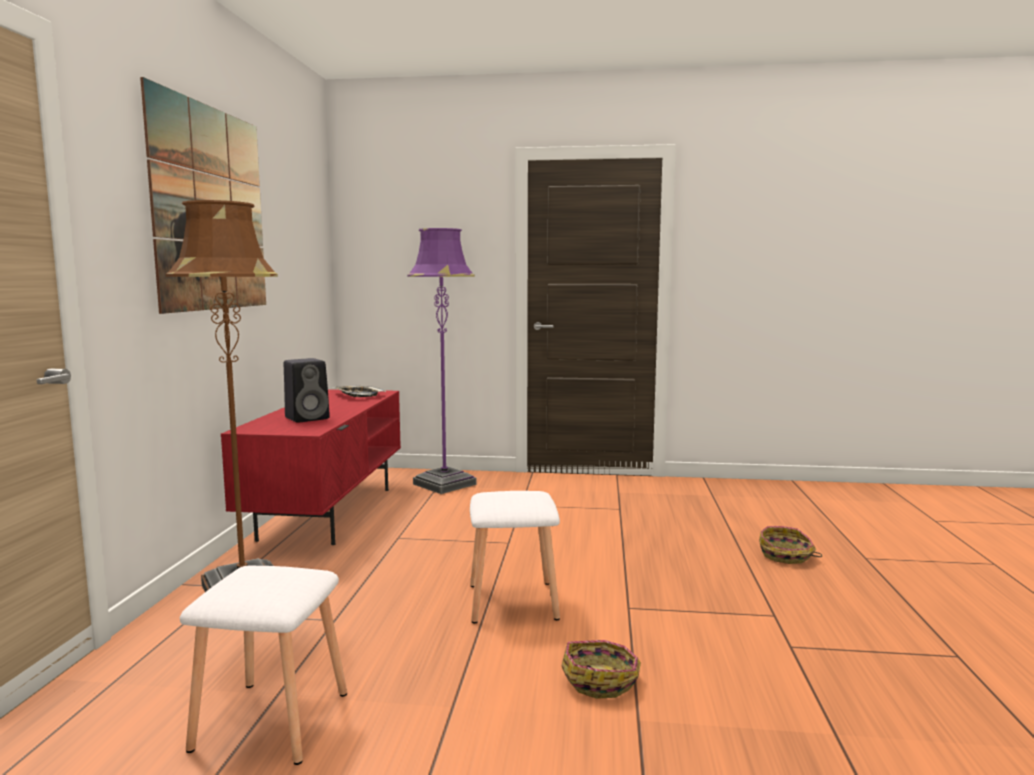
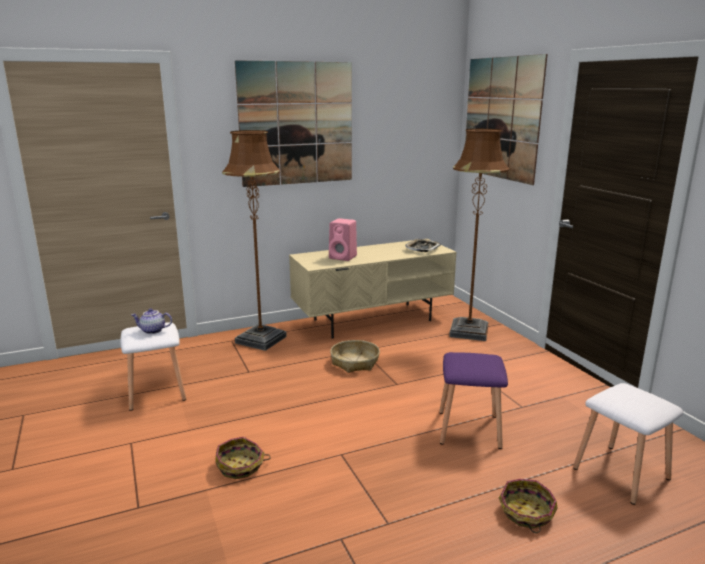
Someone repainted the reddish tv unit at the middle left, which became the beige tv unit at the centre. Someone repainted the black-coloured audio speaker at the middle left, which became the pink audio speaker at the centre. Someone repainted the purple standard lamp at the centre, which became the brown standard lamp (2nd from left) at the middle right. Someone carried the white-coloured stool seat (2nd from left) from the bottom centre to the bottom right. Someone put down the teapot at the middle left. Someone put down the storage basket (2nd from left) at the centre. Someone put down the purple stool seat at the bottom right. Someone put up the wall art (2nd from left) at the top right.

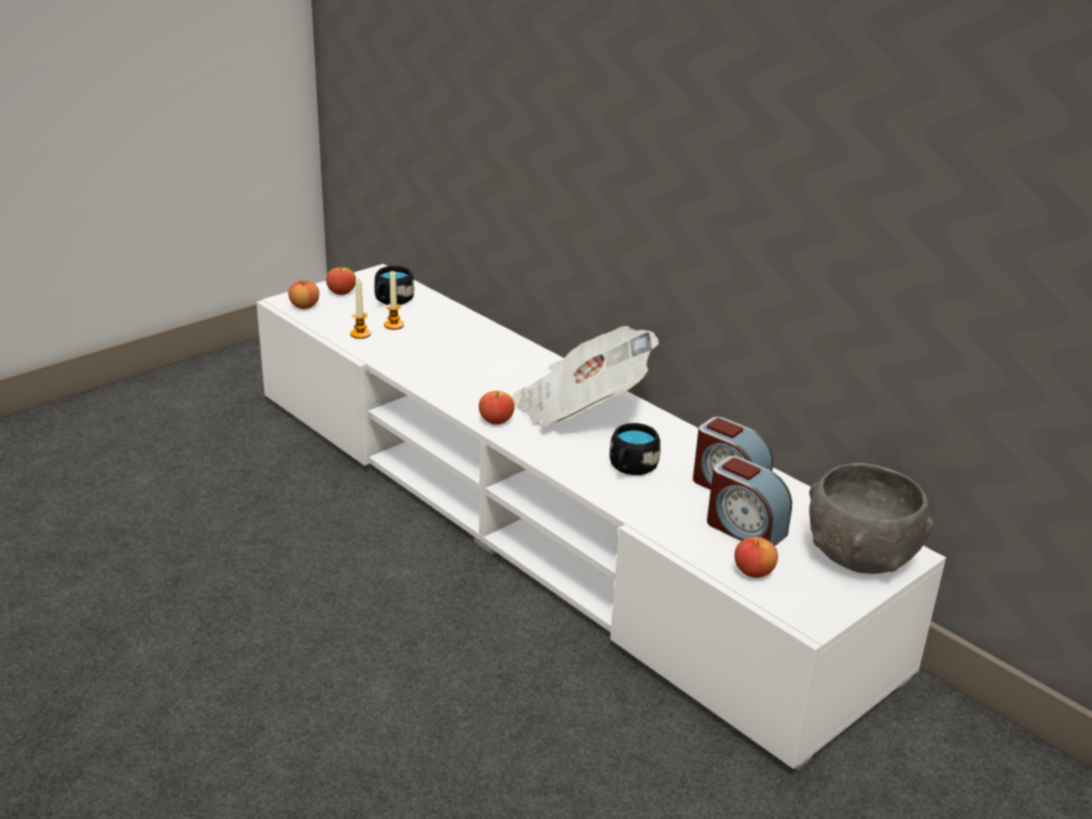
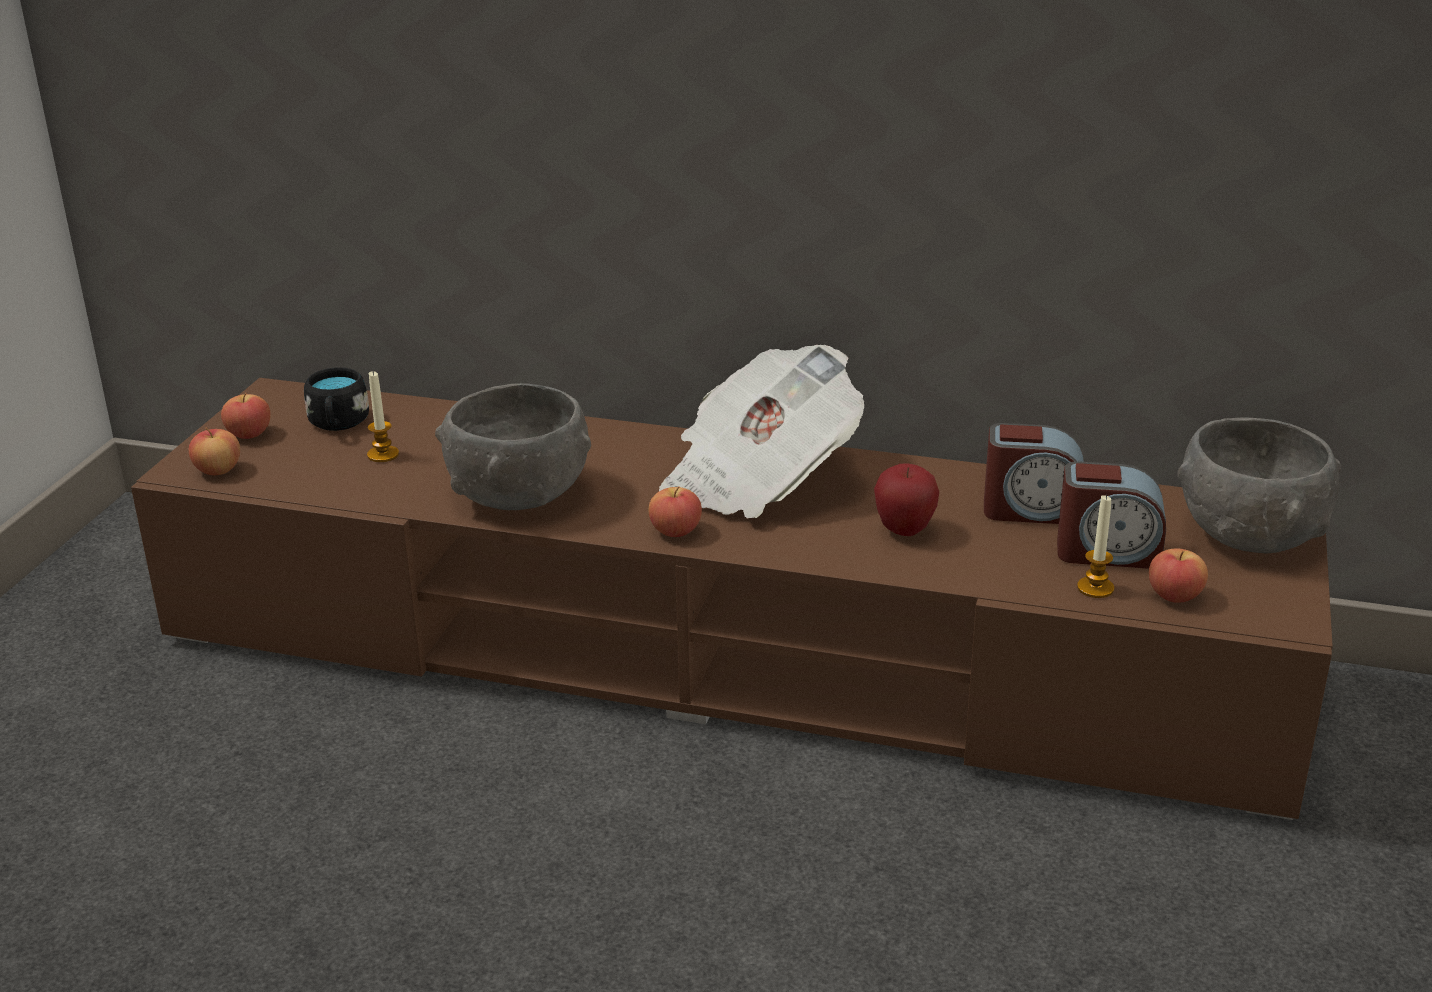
Someone repainted the white-coloured tv unit at the centre, which became the brown tv unit at the centre. Someone carried the wax light (1st from left in the first image) from the middle left to the middle right. Someone swapped the black-coloured coffee mug (2nd from left) at the centre for the apple fruit (4th from left) at the centre. Someone put down the gray serving bowl (1st from left) at the centre.

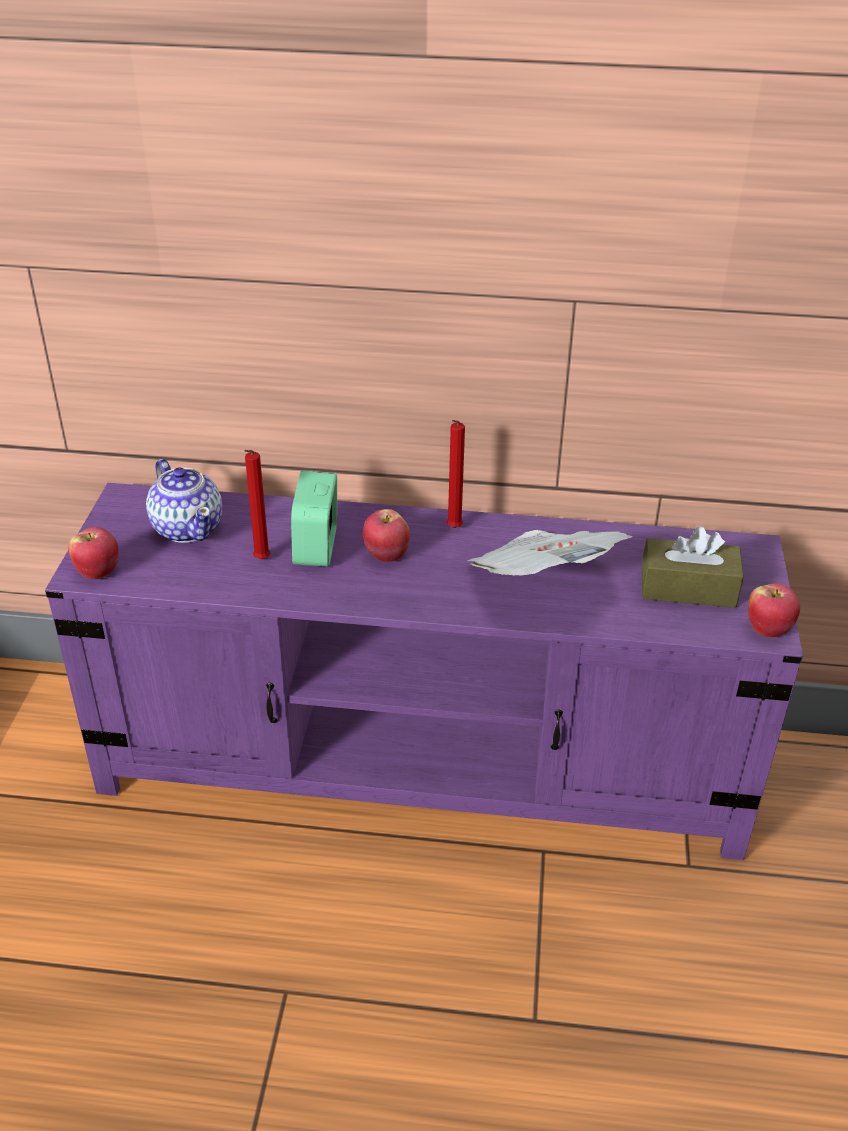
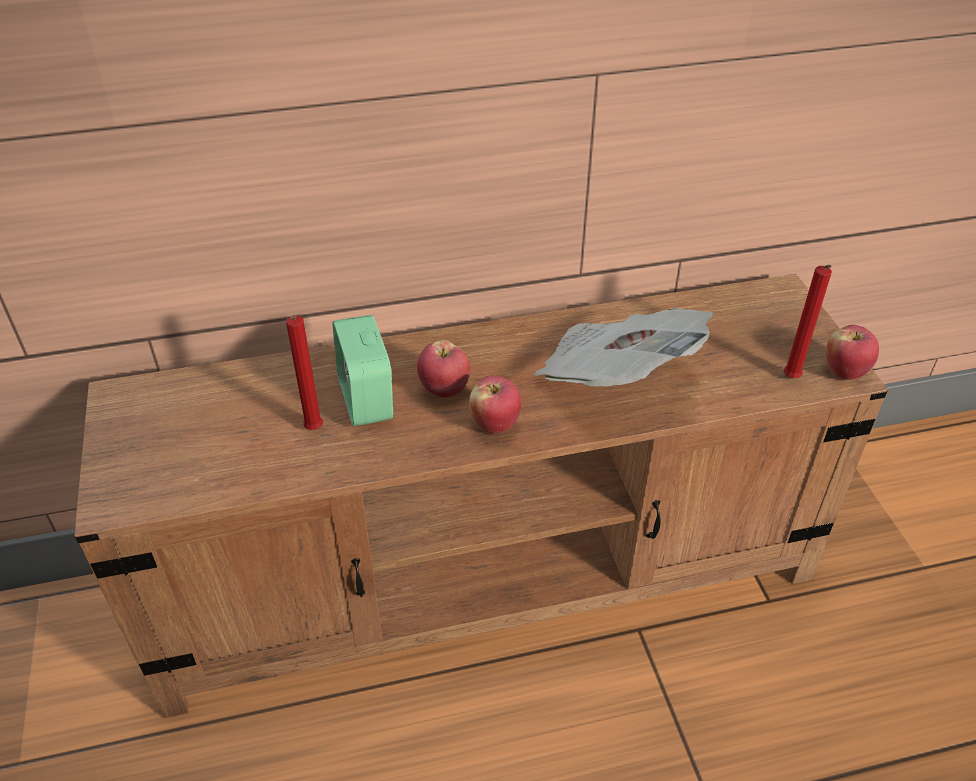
Someone repainted the purple tv unit at the centre, which became the brown tv unit at the centre. Someone carried the apple fruit (1st from left in the first image) from the middle left to the centre. Someone took away the teapot at the middle left. Someone carried the reddish wax light (2nd from left) from the centre to the middle right. Someone took away the brown tissue holder at the middle right.

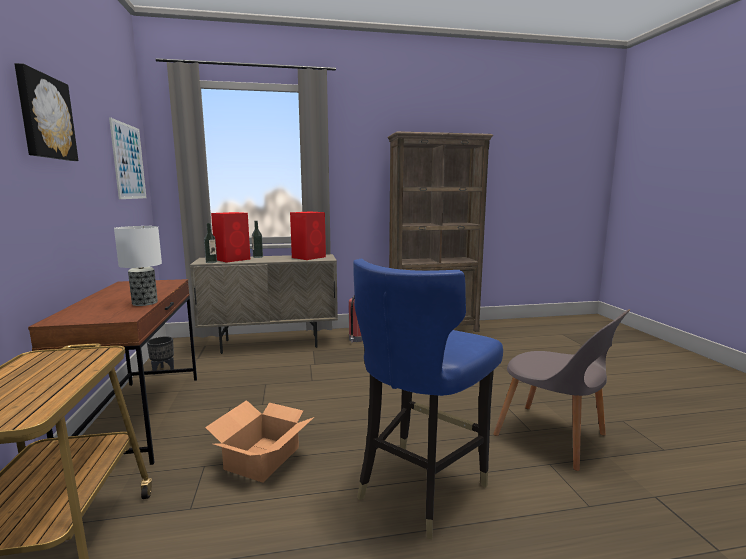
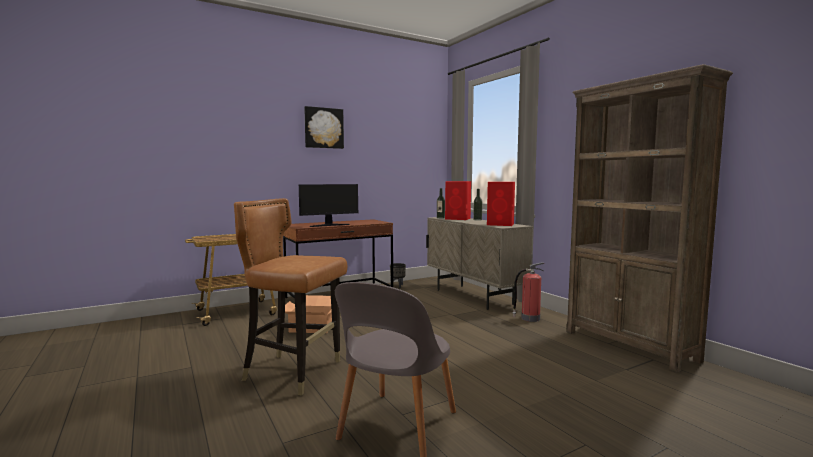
Someone took away the wall art (2nd from left) at the top left. Someone swapped the lamp for a table at the middle left for the computer screen at the centre. Someone repainted the blue upright chair at the bottom centre, which became the brown upright chair at the centre.

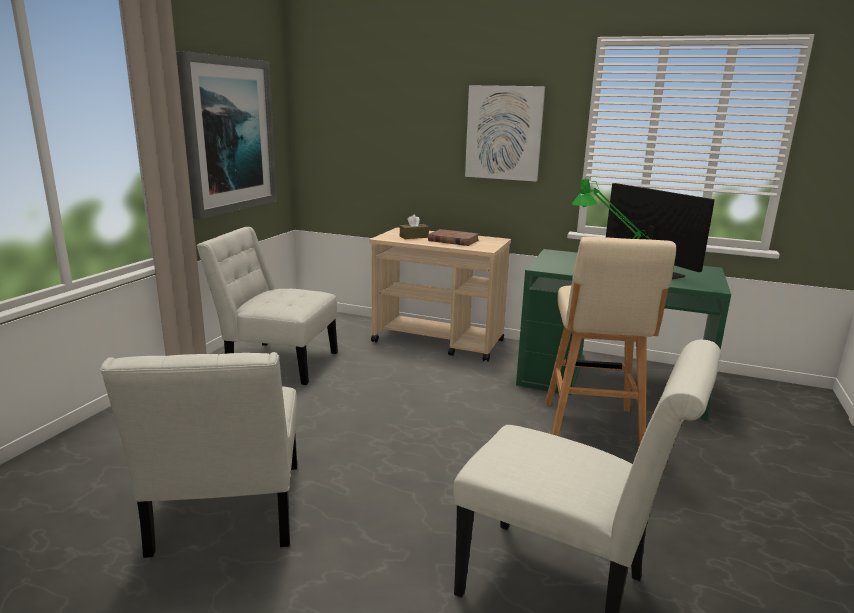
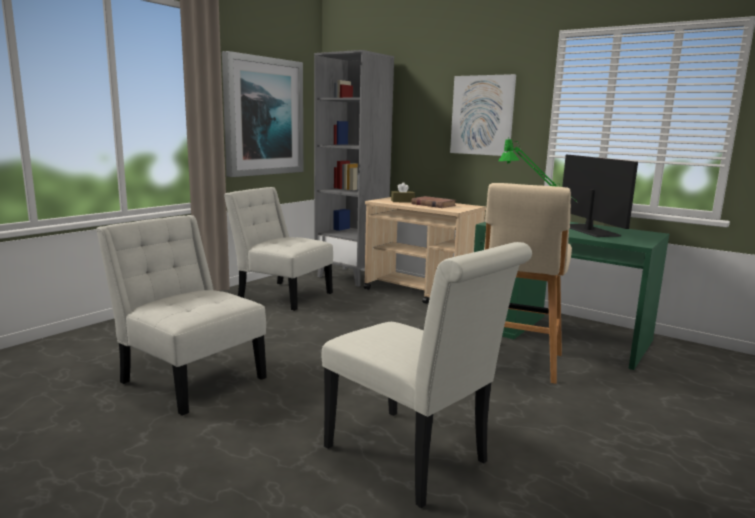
Someone rotated the white-coloured upright chair (1st from left) at the bottom left by 120 degrees clockwise. Someone put down the gray bookcase at the top centre.

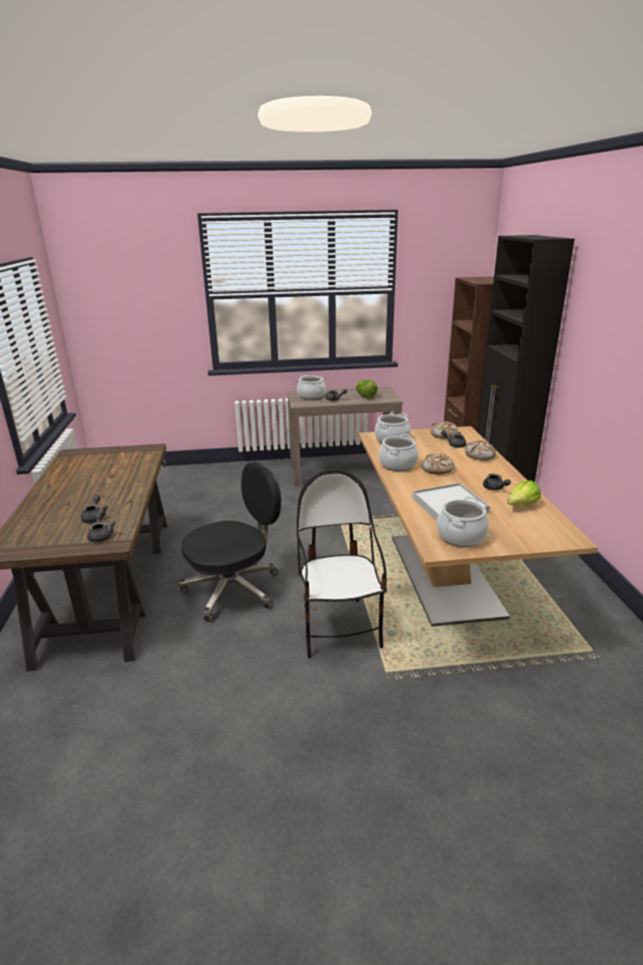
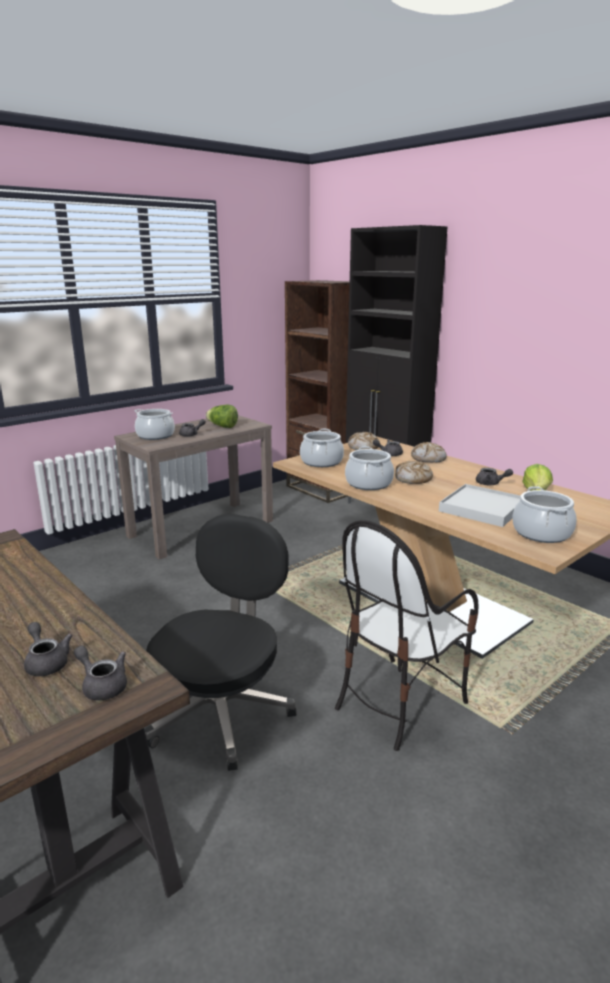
Someone rotated the upright chair at the centre by 90 degrees counterclockwise.

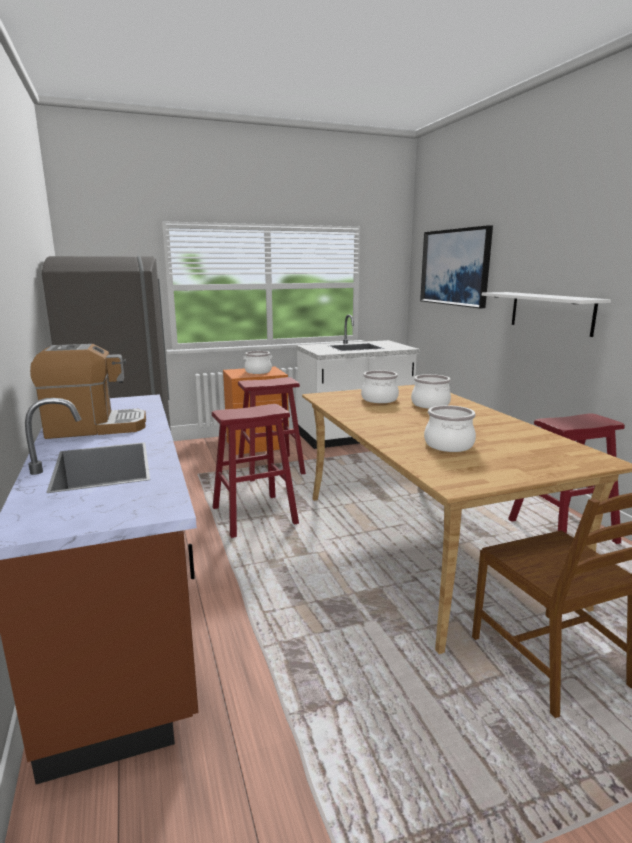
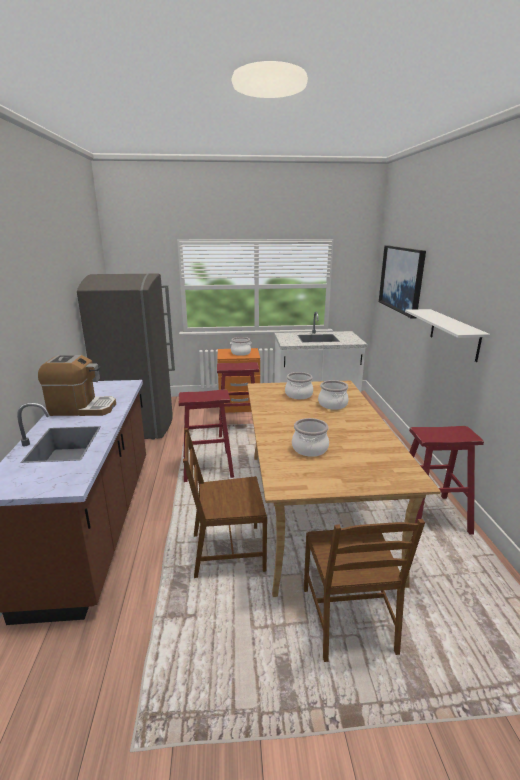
Someone put down the brown upright chair (1st from left) at the centre.

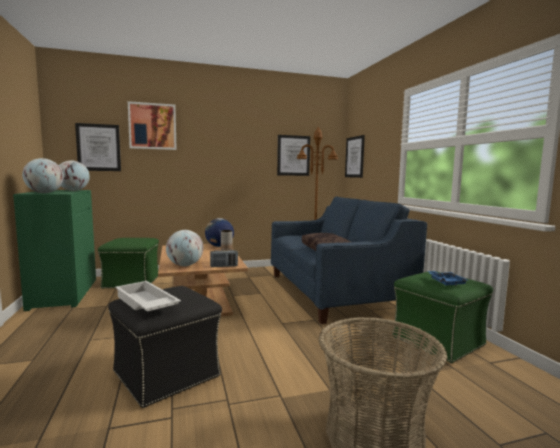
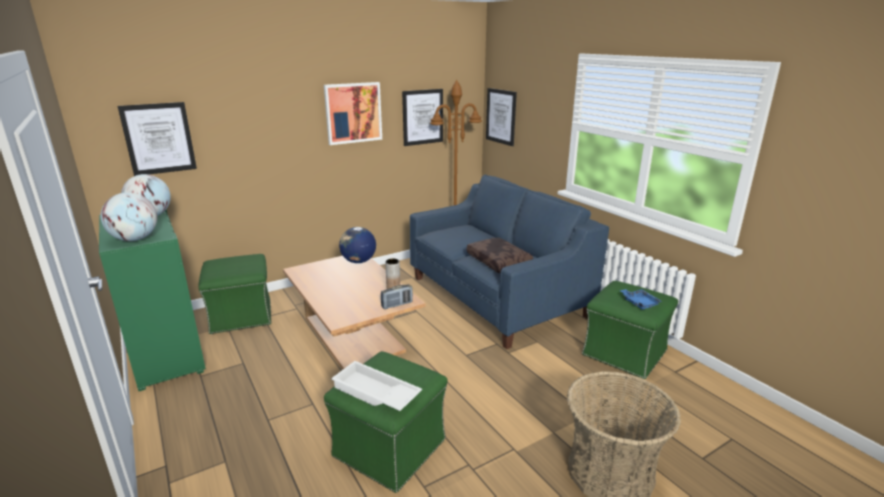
Someone repainted the black-coloured footrest at the bottom left, which became the green-coloured footrest (2nd from left) at the bottom centre. Someone carried the wall art (2nd from left) from the top left to the top centre. Someone took away the globe (3rd from left) at the middle left.

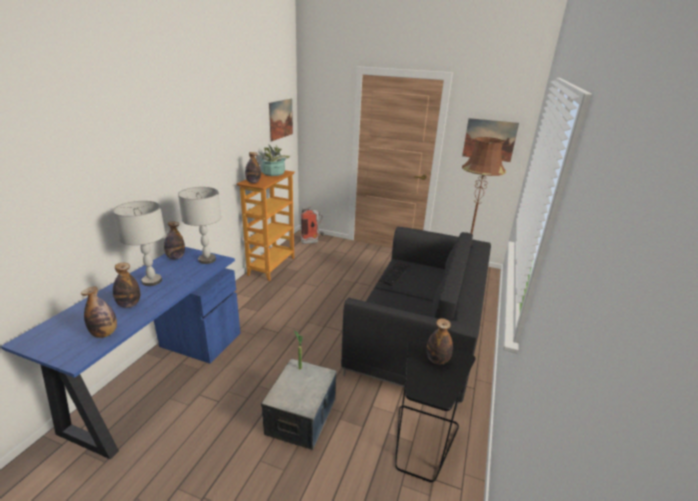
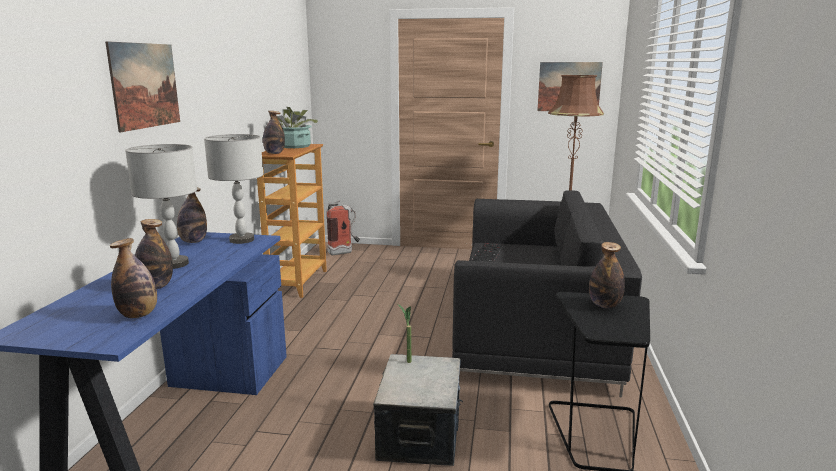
Someone carried the wall art (1st from left) from the top centre to the top left.

